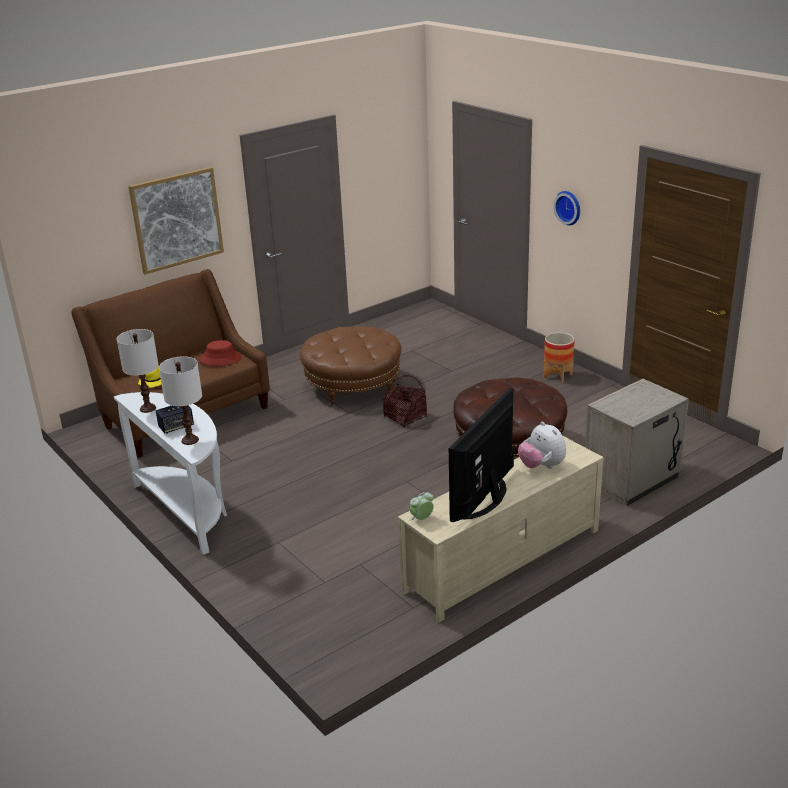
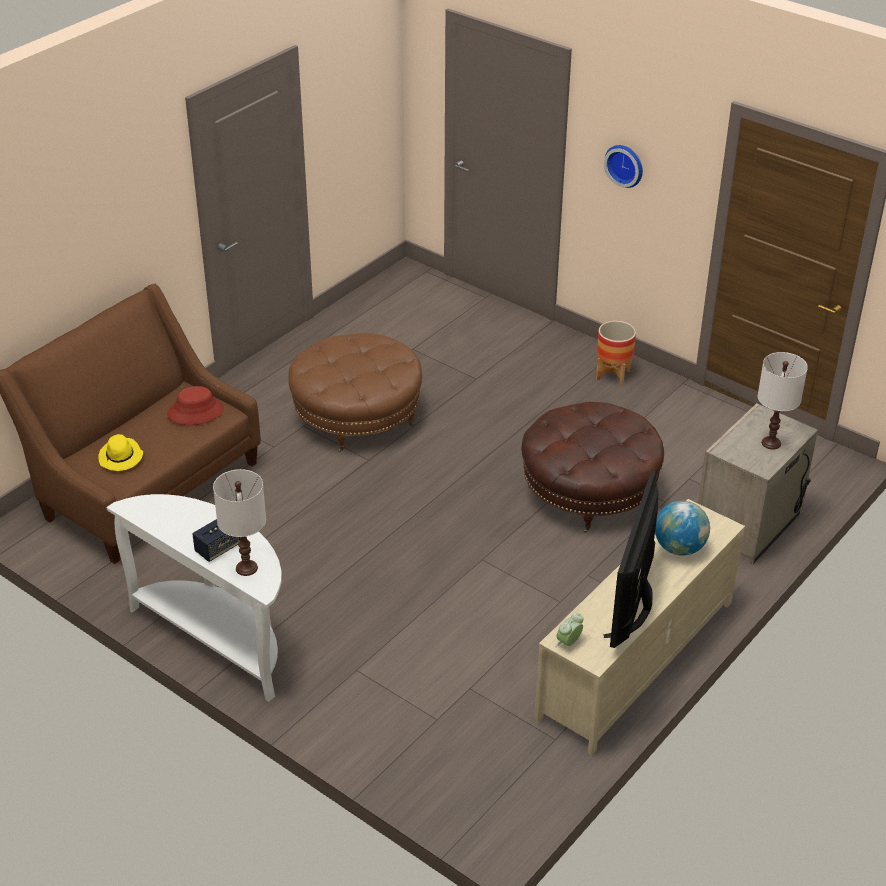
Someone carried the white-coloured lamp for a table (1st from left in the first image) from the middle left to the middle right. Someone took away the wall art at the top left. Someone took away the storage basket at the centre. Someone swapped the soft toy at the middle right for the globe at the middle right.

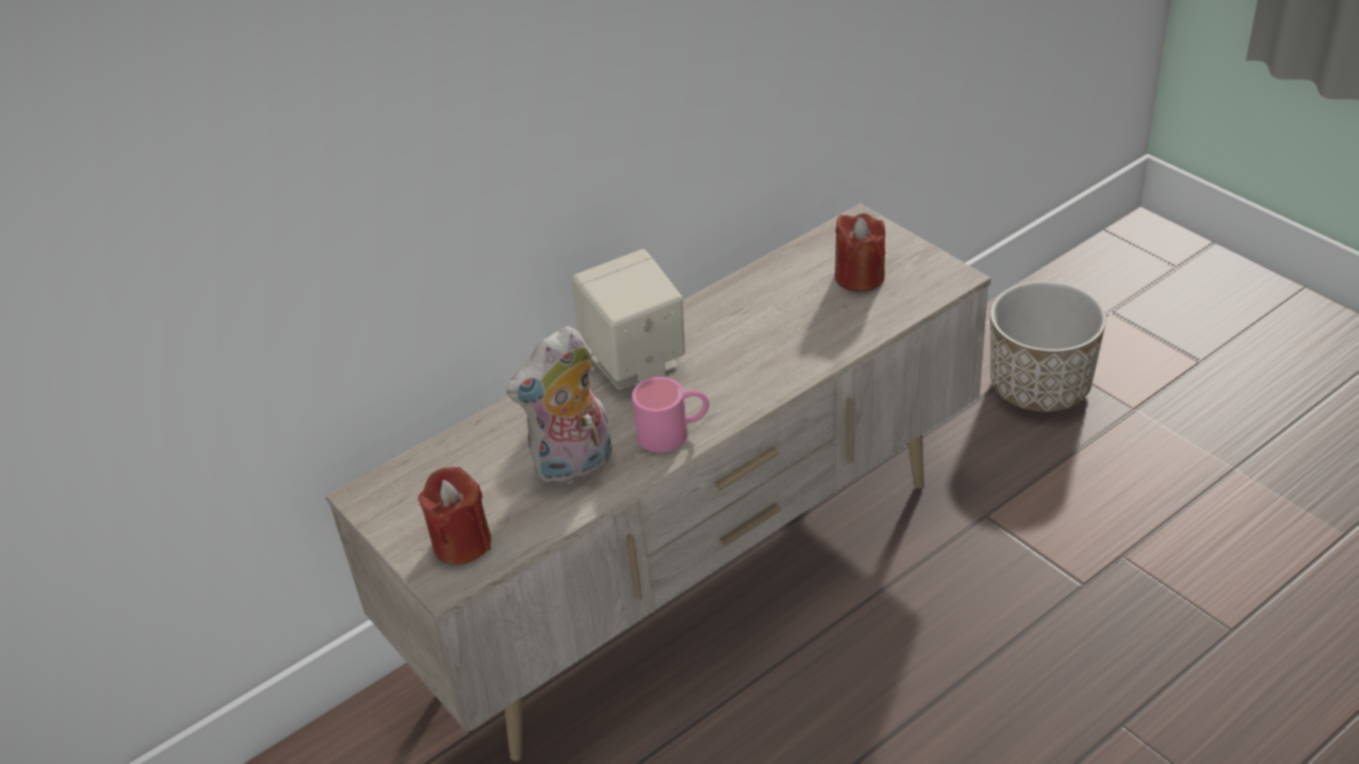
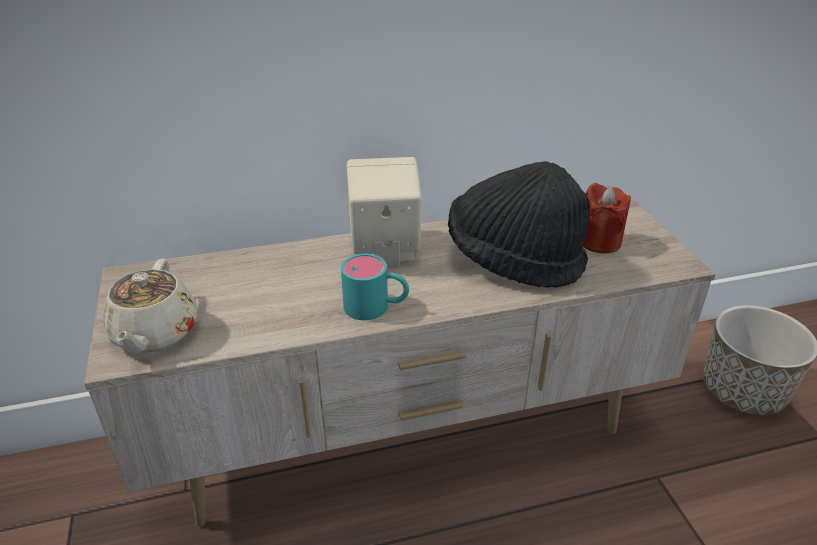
Someone swapped the reddish wax light (1st from left) at the bottom centre for the beige teapot at the middle left. Someone took away the soft toy at the centre. Someone repainted the pink coffee mug at the centre, which became the turquoise coffee mug at the centre. Someone put down the black-coloured hat at the centre.

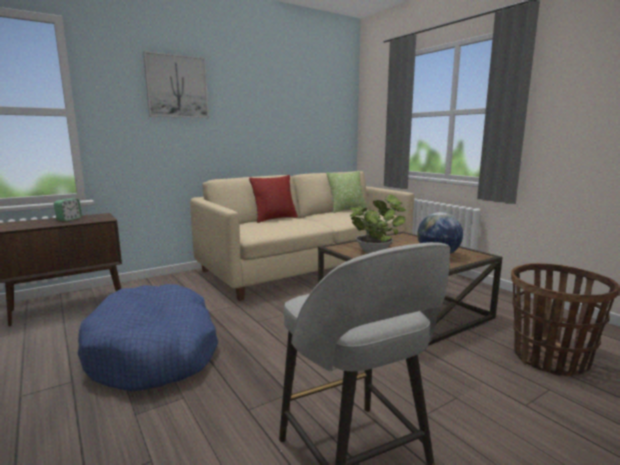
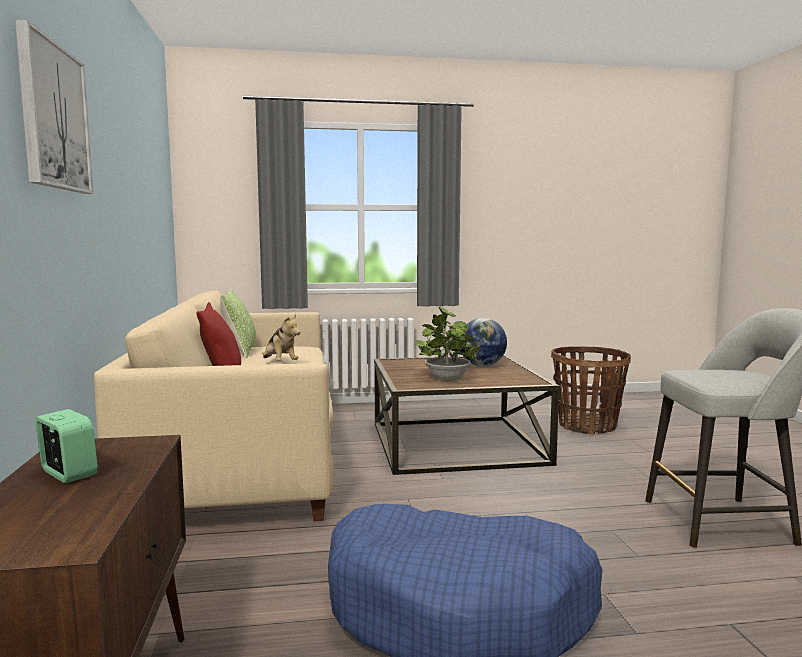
Someone put down the soft toy at the centre.

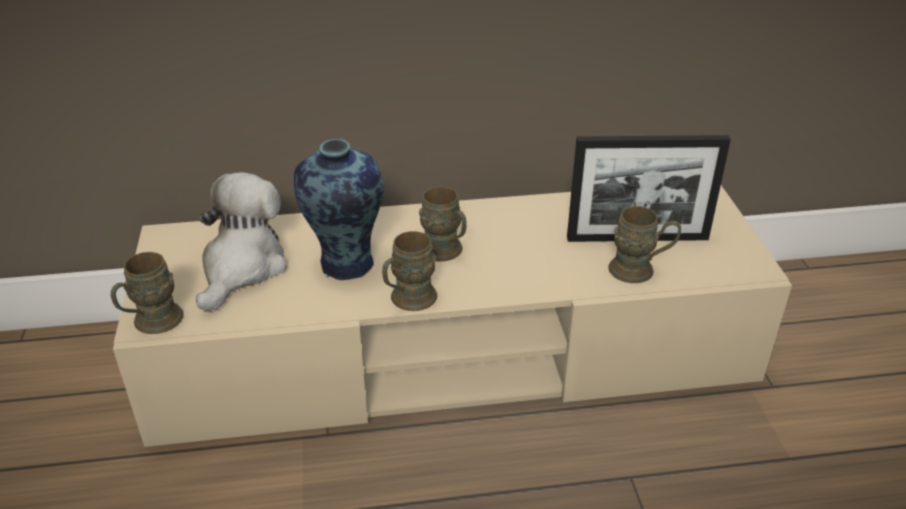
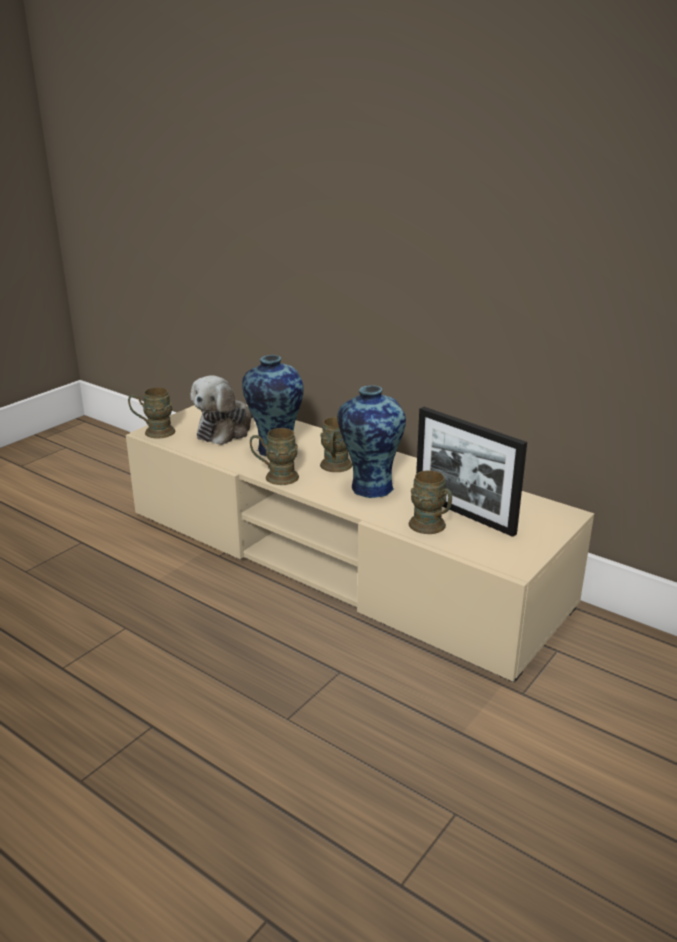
Someone rotated the soft toy at the middle left by 150 degrees clockwise. Someone put down the flower vase (2nd from left) at the centre.

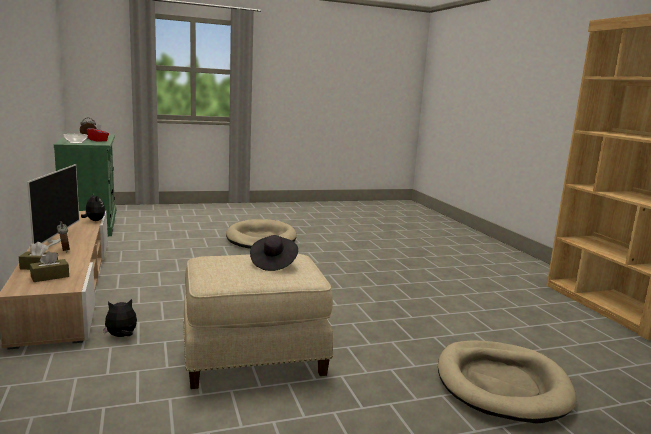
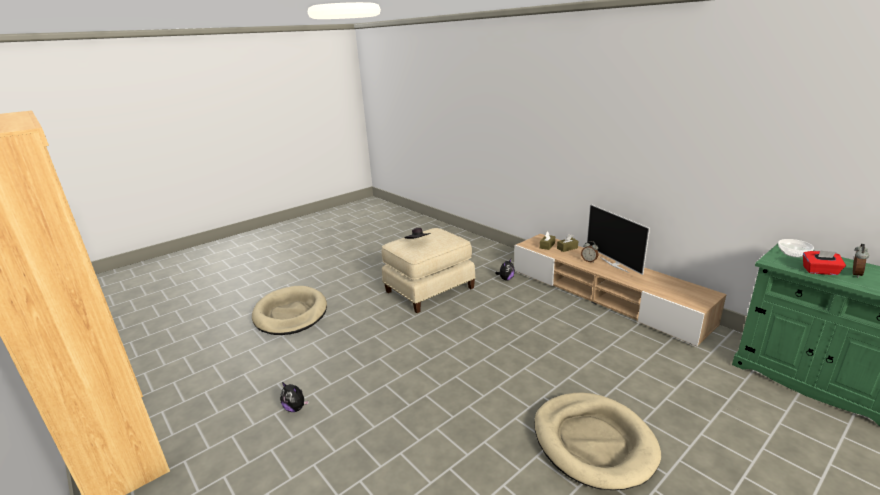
Someone carried the soft toy (1st from left) from the middle left to the bottom centre.

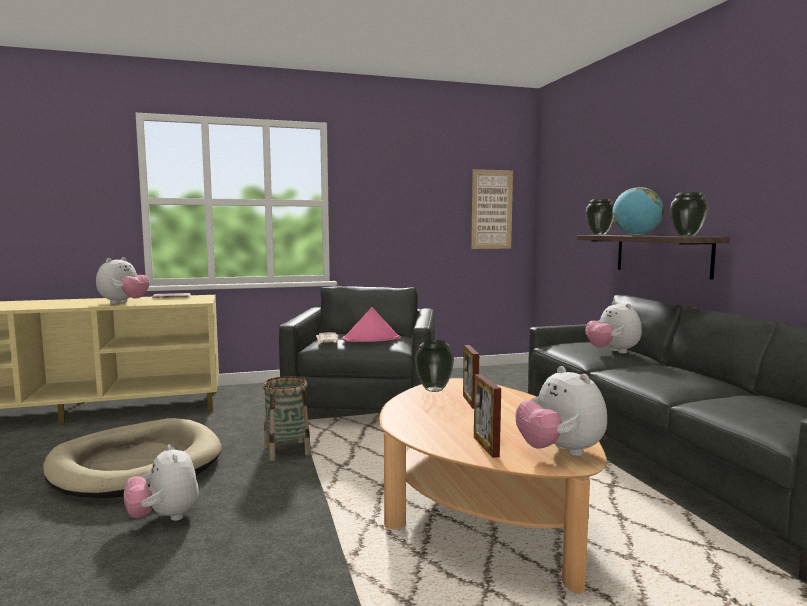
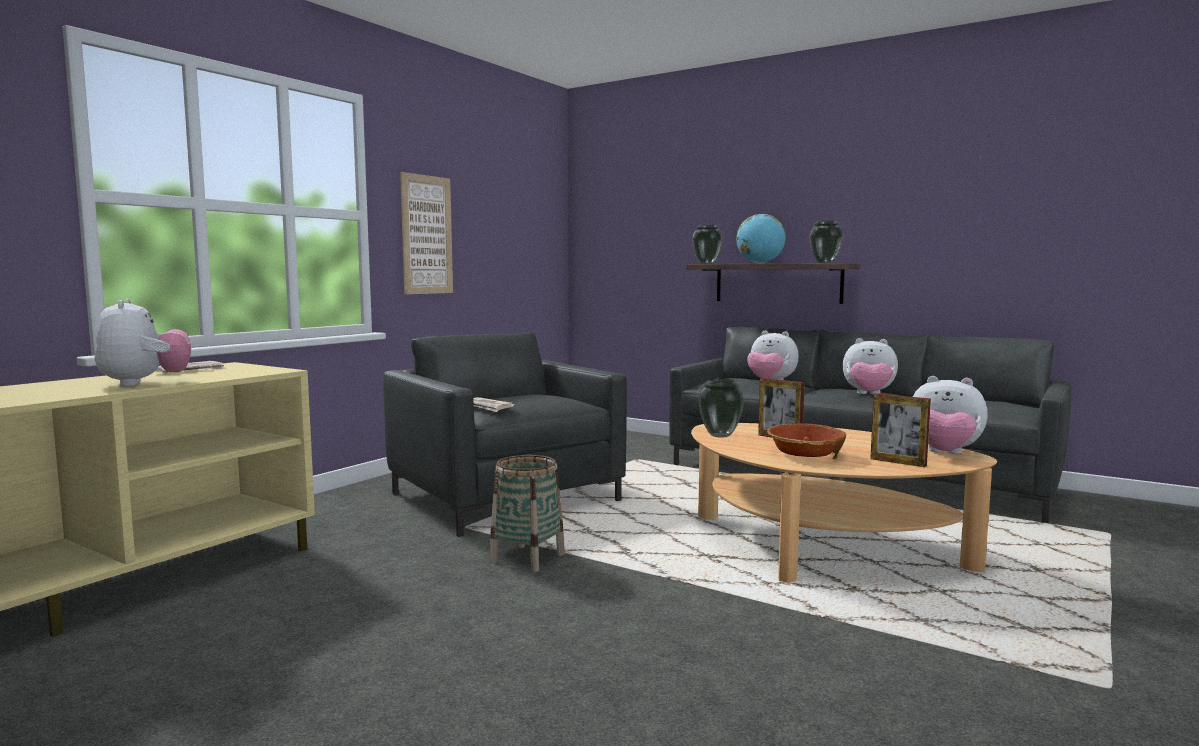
Someone took away the beige pet bed at the bottom left. Someone carried the soft toy (2nd from left in the first image) from the bottom left to the middle right. Someone took away the pink hat at the centre. Someone carried the wall art from the centre to the top centre. Someone put down the serving bowl at the middle right.

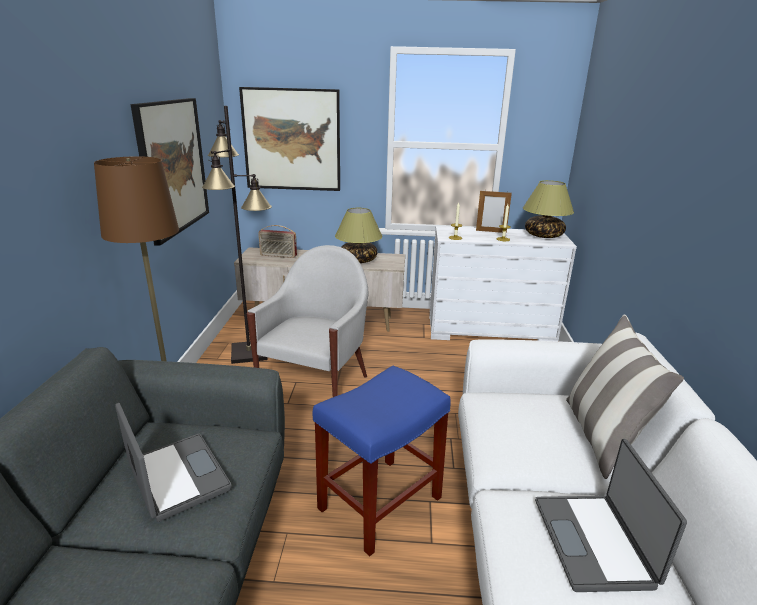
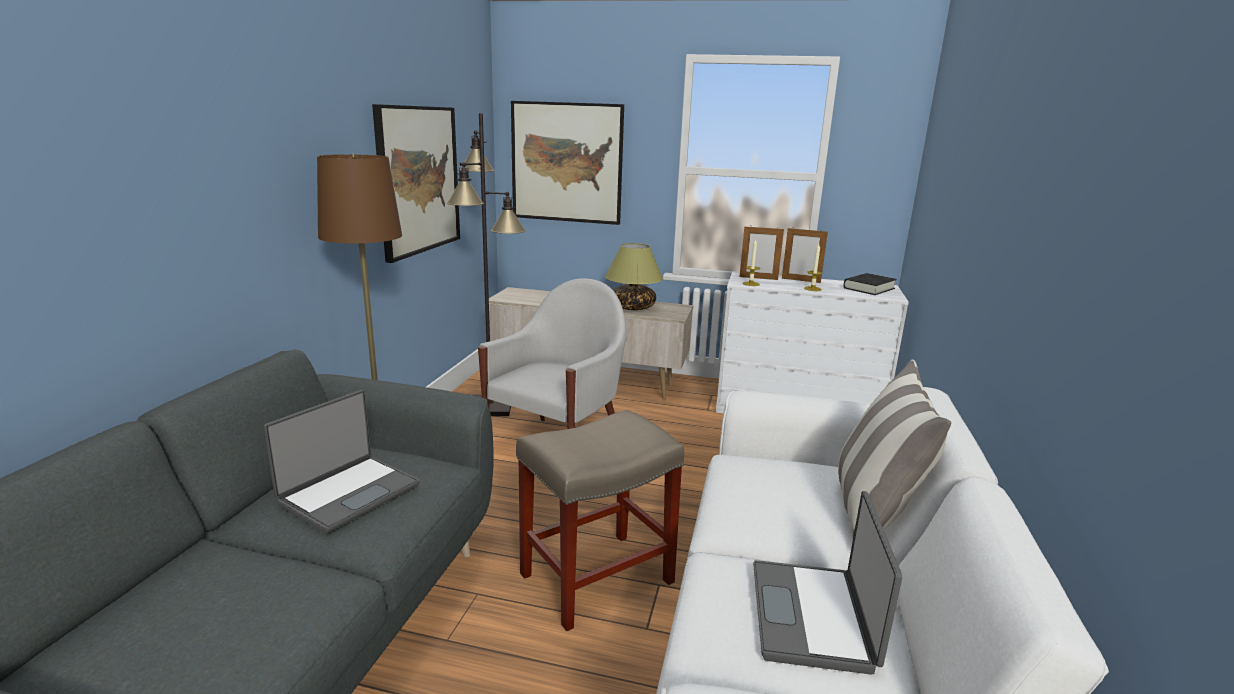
Someone rotated the laptop (1st from left) at the bottom left by 60 degrees clockwise. Someone took away the radio at the centre. Someone repainted the blue stool seat at the bottom centre, which became the beige stool seat at the bottom centre. Someone swapped the lamp for a table (2nd from left) at the middle right for the black-coloured book at the middle right. Someone put down the picture frame (1st from left) at the centre.

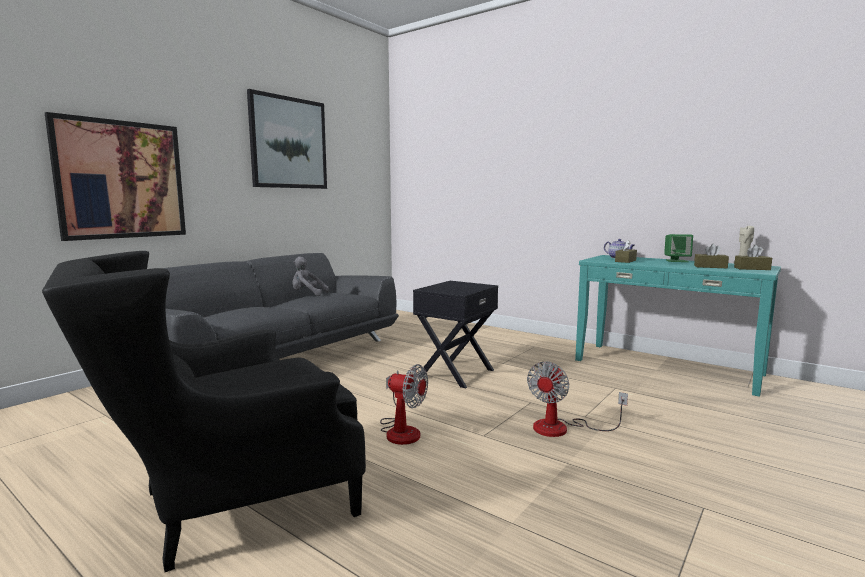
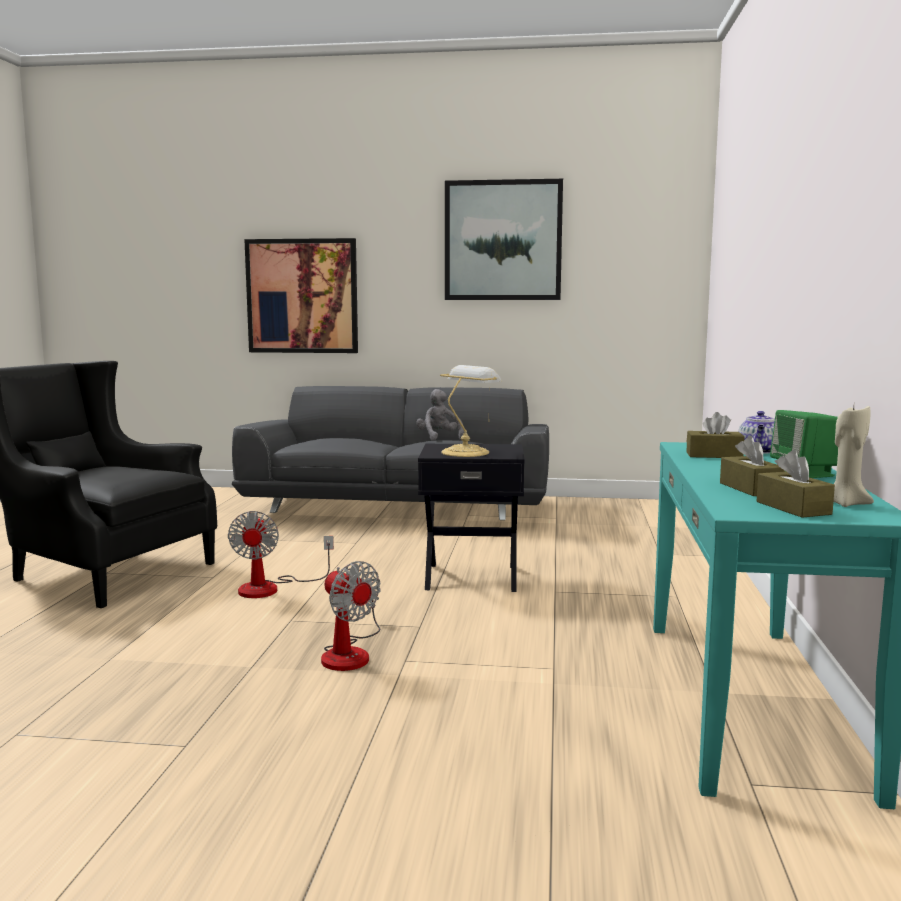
Someone rotated the fan (2nd from left) at the bottom right by 135 degrees counterclockwise. Someone put down the lamp for a table at the centre.

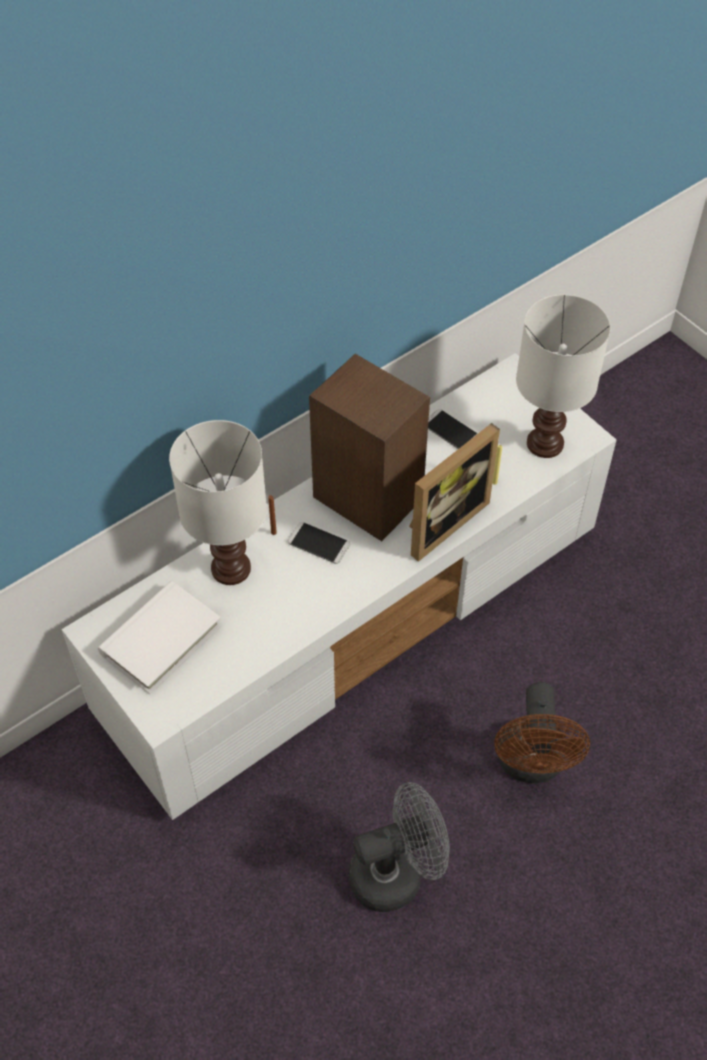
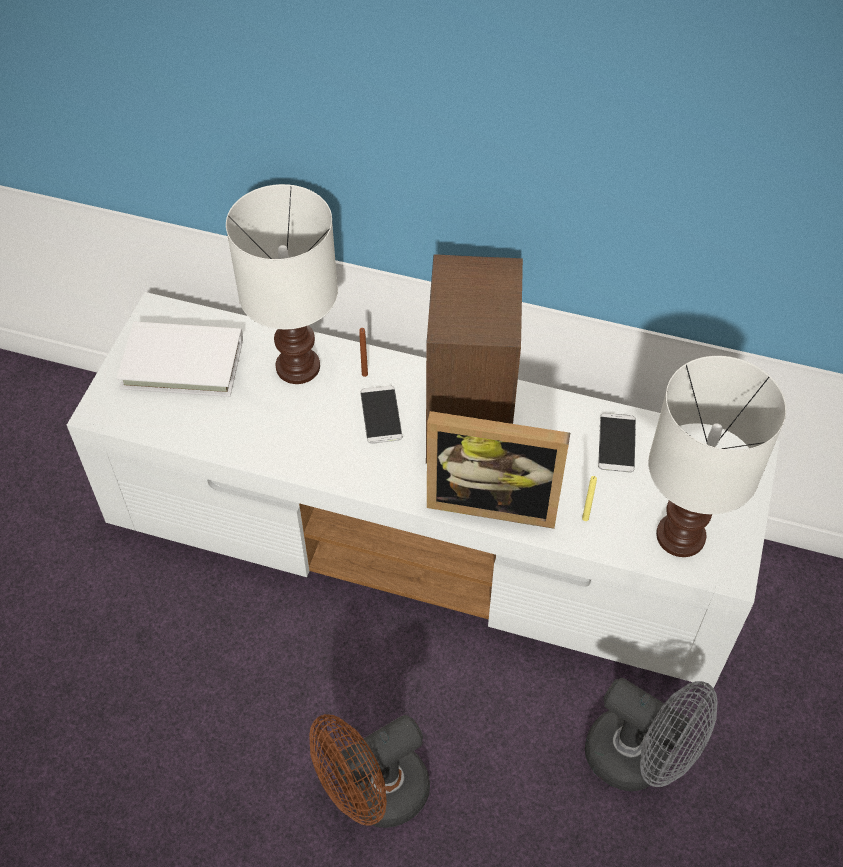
Someone carried the gray fan from the bottom centre to the bottom right.

